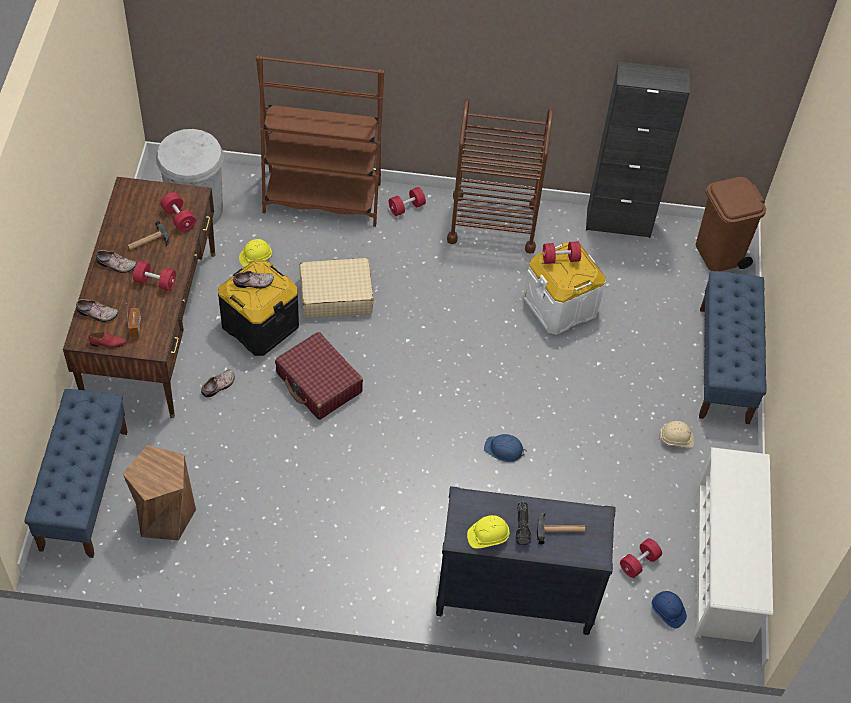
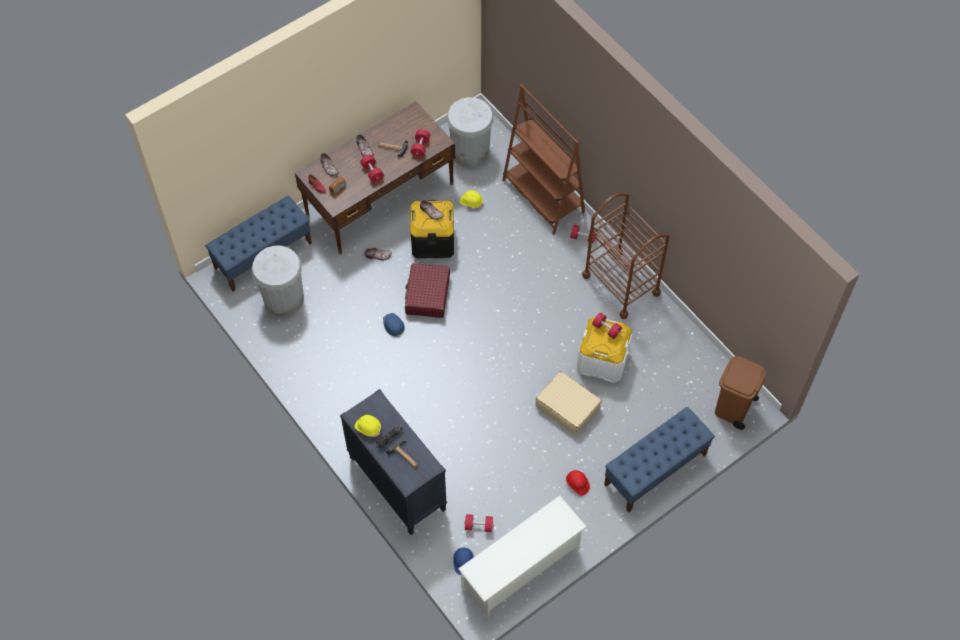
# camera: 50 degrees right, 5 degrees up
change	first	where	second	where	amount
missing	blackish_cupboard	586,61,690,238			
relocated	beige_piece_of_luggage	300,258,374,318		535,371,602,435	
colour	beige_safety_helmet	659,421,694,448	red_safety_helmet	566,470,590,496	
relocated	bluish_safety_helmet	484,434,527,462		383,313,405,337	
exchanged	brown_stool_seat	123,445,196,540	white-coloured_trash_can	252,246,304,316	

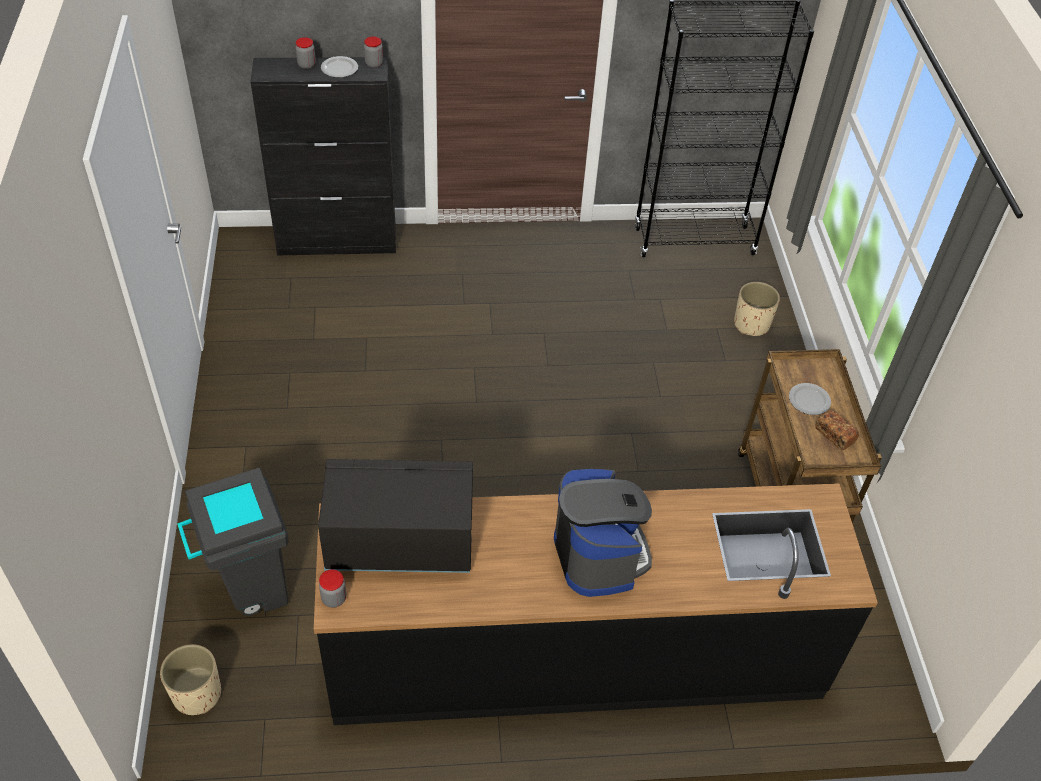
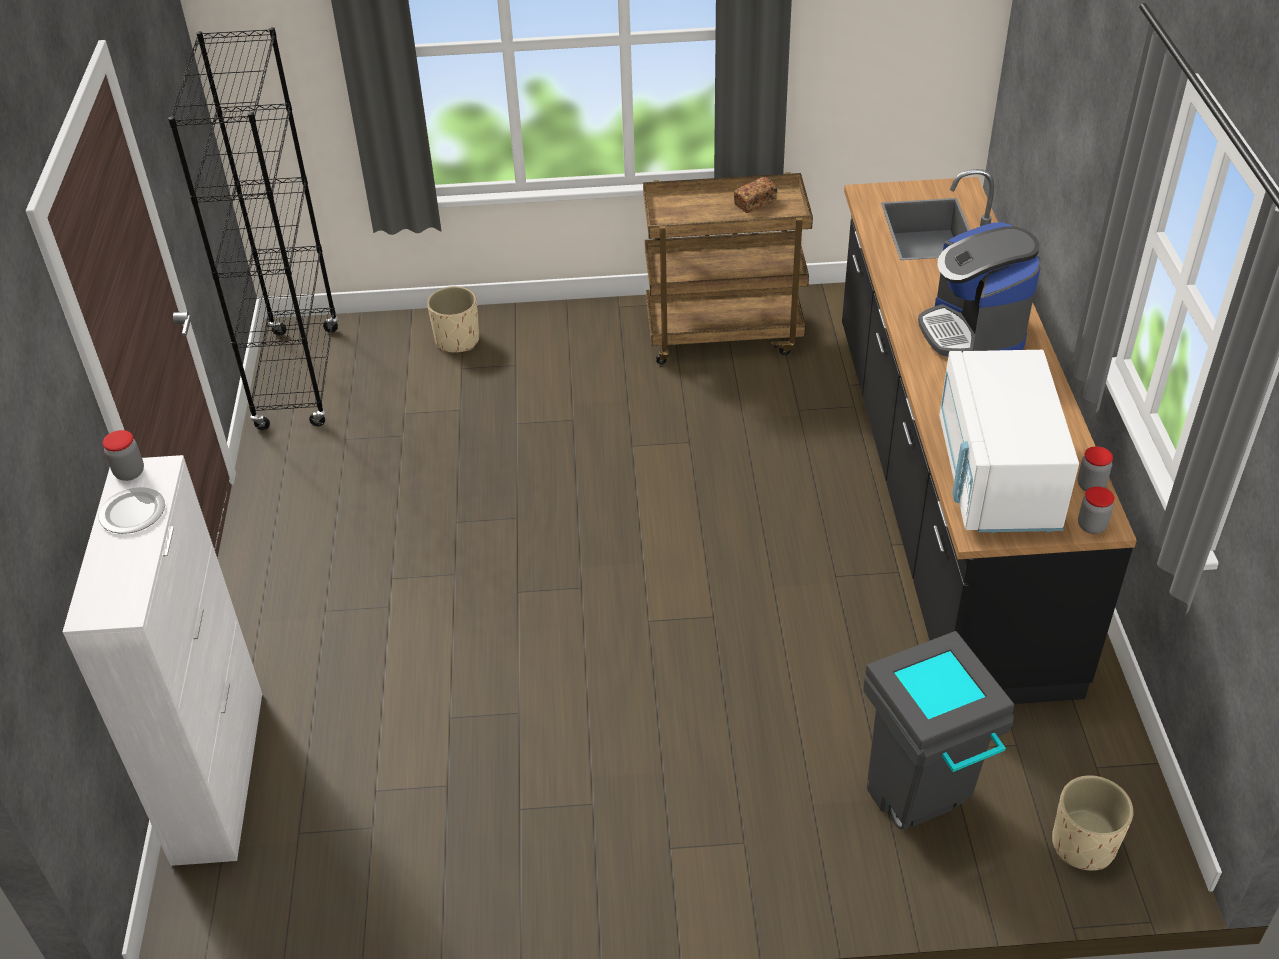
# camera: 85 degrees left, 5 degrees down
change	first	where	second	where	amount
relocated	jar	295,37,316,69		1078,446,1113,491	
colour	blackish_cupboard	250,57,396,256	white-coloured_cupboard	63,455,262,866	
missing	flat_dish	789,383,831,415			
colour	blackish_kitchen_microwave	318,459,473,573	white-coloured_kitchen_microwave	939,350,1079,533	
spun	coffee_brewer	554,469,652,597		918,222,1041,356	90 degrees counterclockwise

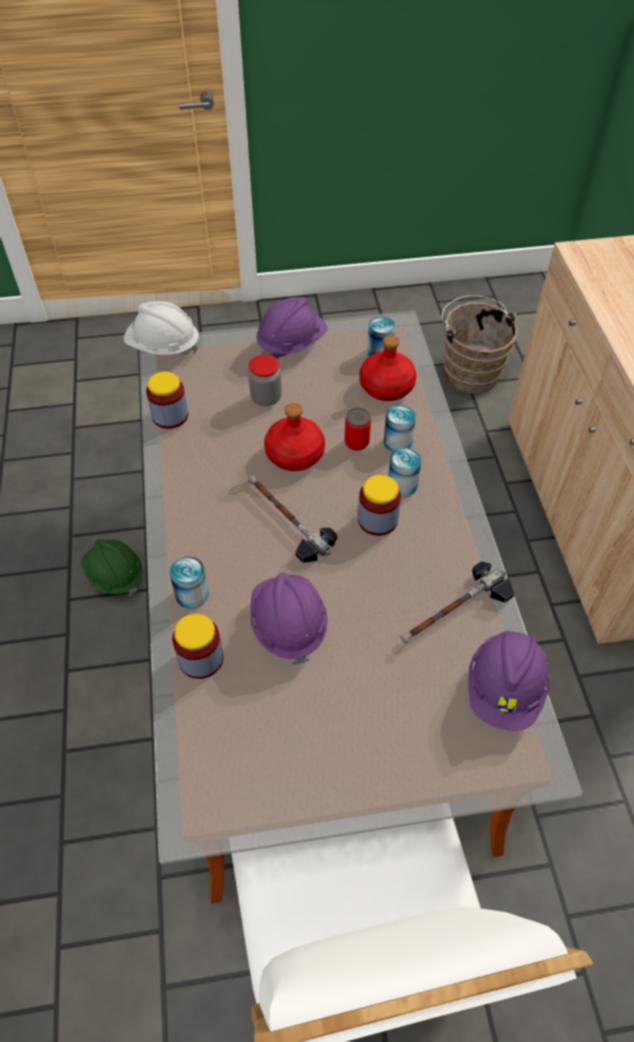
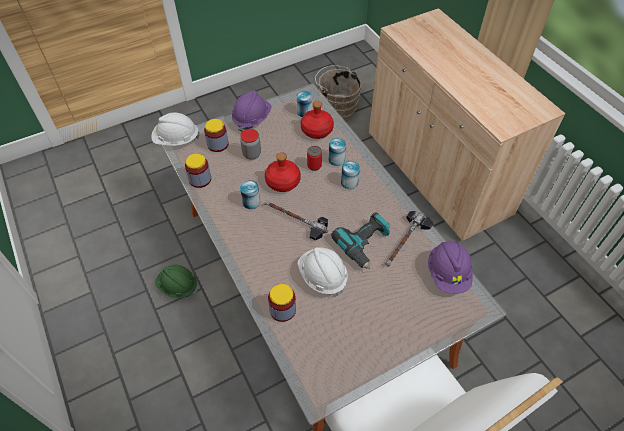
# camera: 20 degrees left, 0 degrees up
change	first	where	second	where	amount
relocated	jar	358,475,401,536		204,119,229,152	
relocated	can	169,556,209,609		240,180,260,209	
colour	purple_safety_helmet	250,573,328,665	white-coloured_safety_helmet	297,247,348,297	
appeared			electric_drill	331,212,390,270	

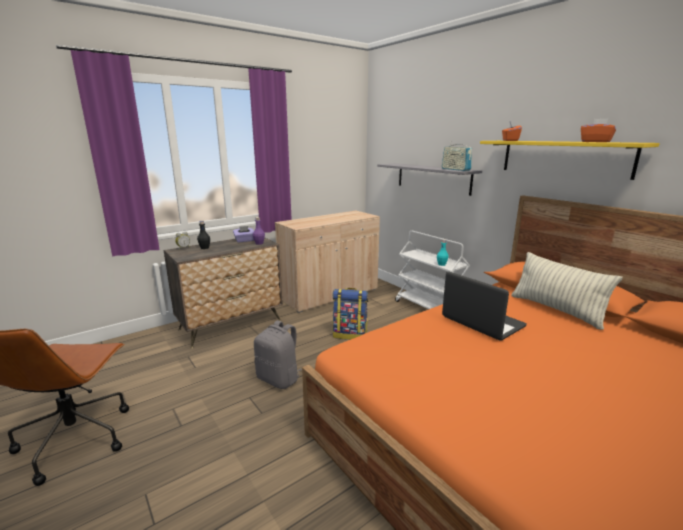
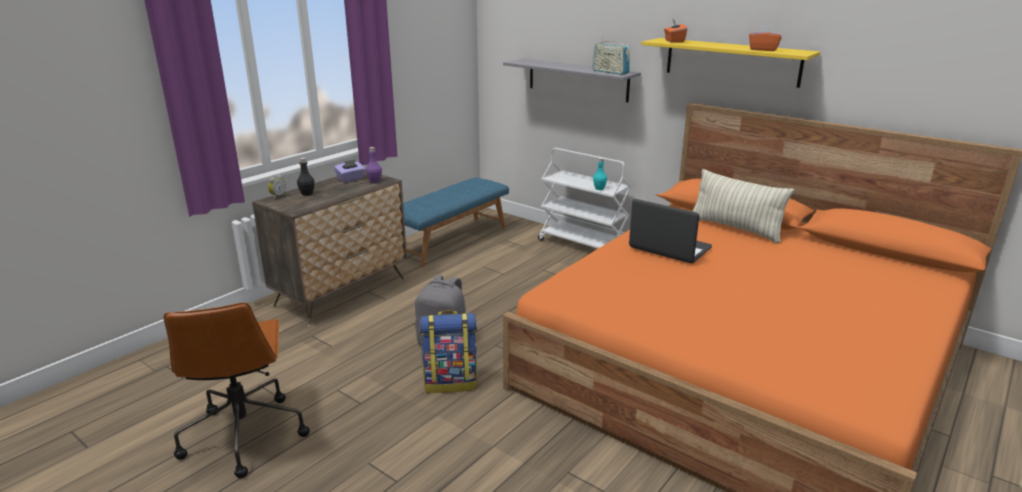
# camera: 15 degrees left, 5 degrees up
change	first	where	second	where	amount
exchanged	beige_cupboard	275,211,380,313	bluish_bench	403,178,509,267	
relocated	rucksack	333,288,368,340		420,310,477,393	

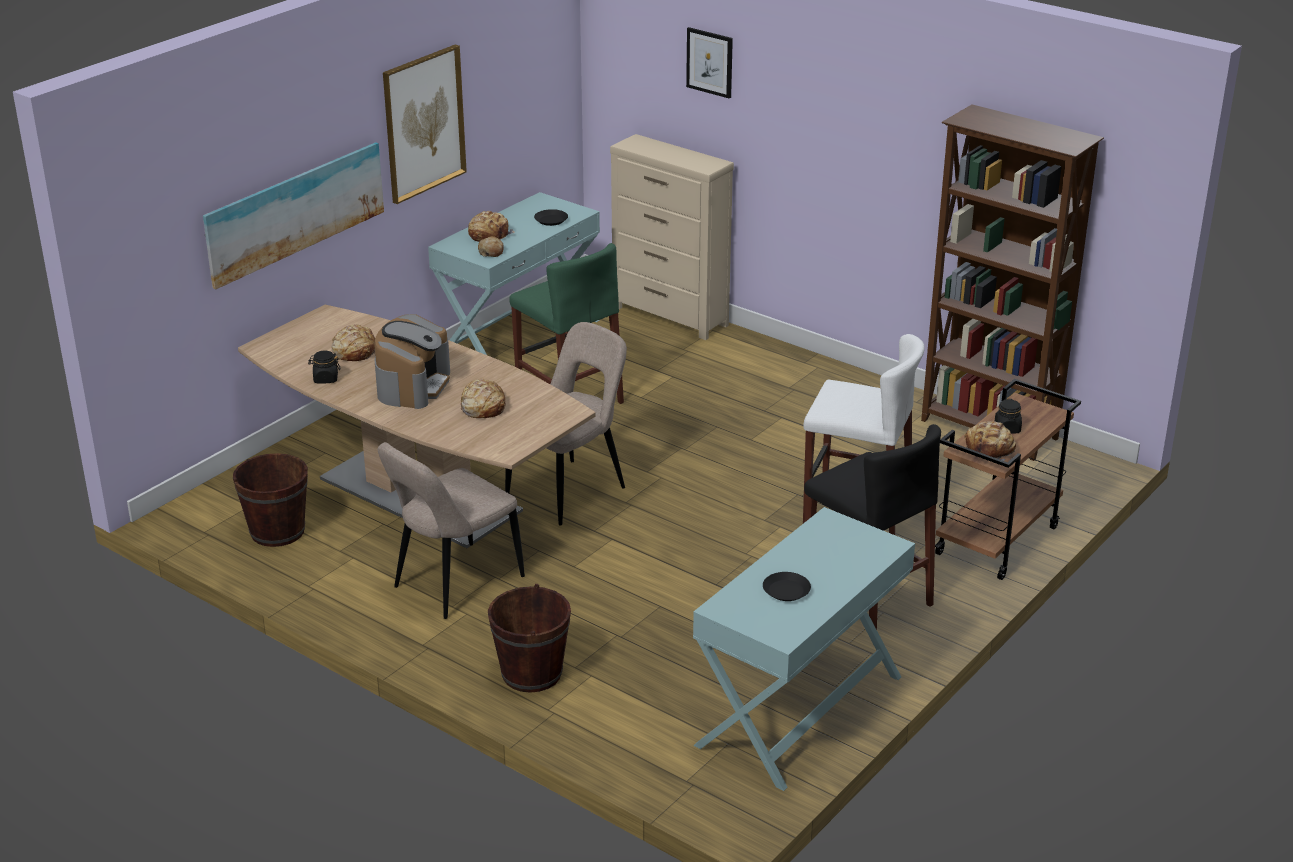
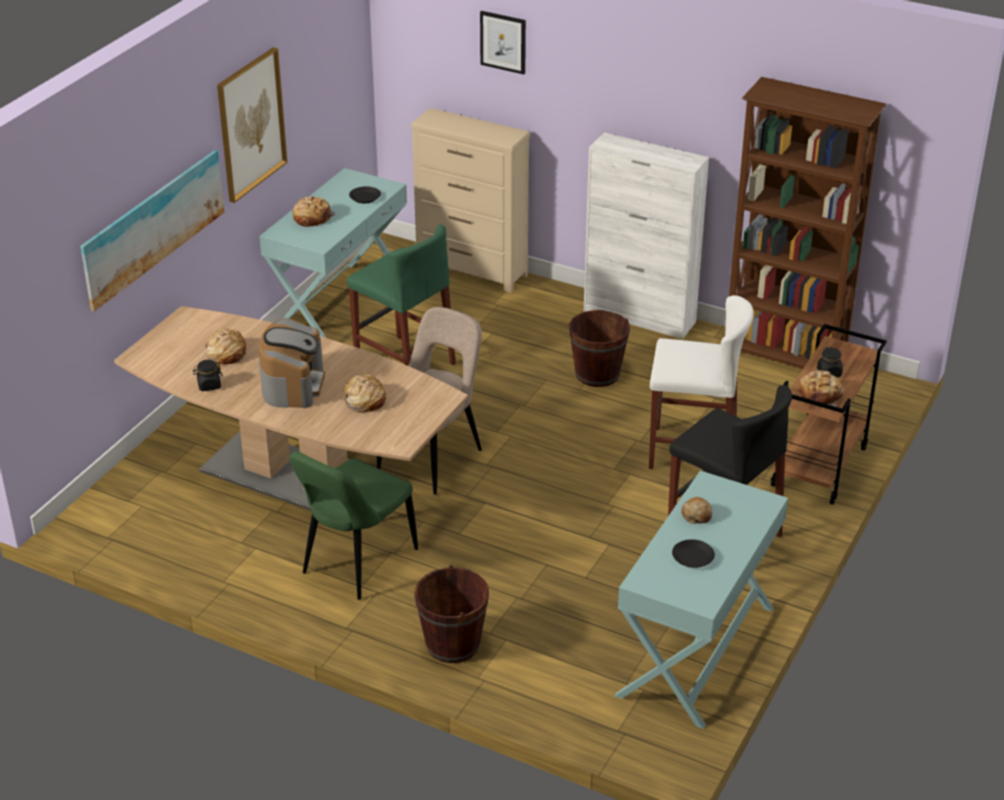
# camera: 10 degrees left, 5 degrees up
change	first	where	second	where	amount
relocated	bakery_bread	478,236,504,257		681,497,712,524	
colour	beige_plain_chair	377,442,525,619	green_plain_chair	290,451,418,600	
relocated	brown_pail	233,453,308,547		569,310,630,387	
appeared			white-coloured_cupboard	584,133,709,339	

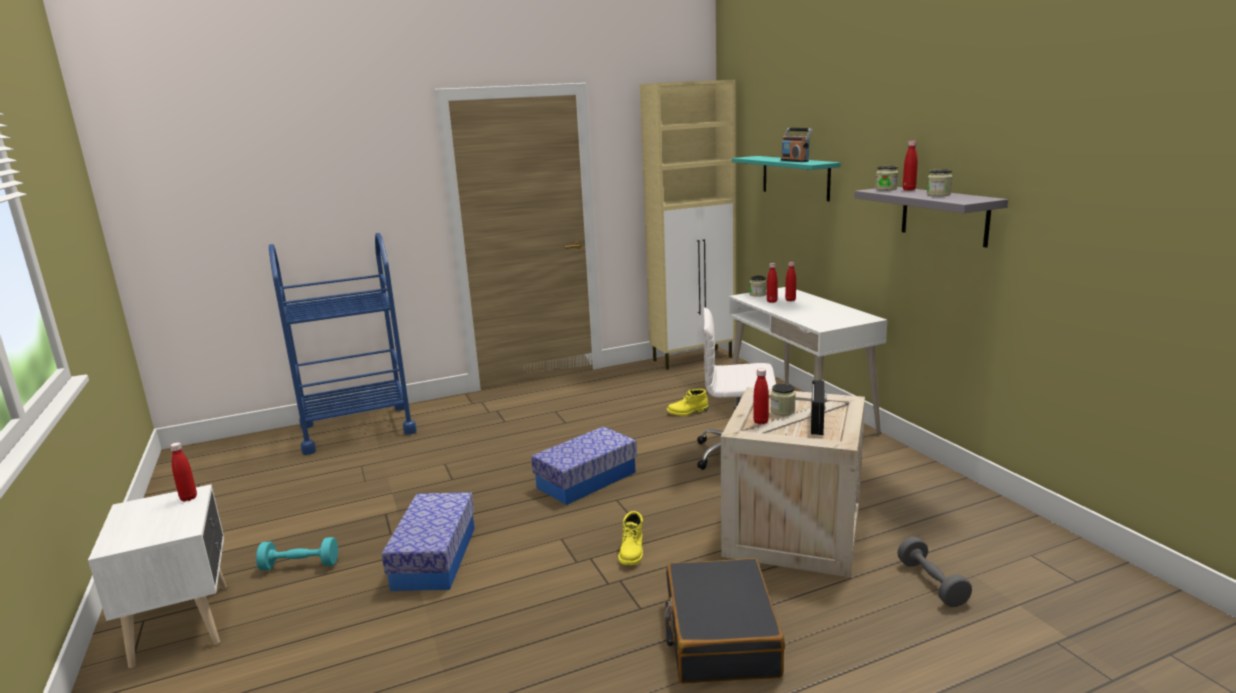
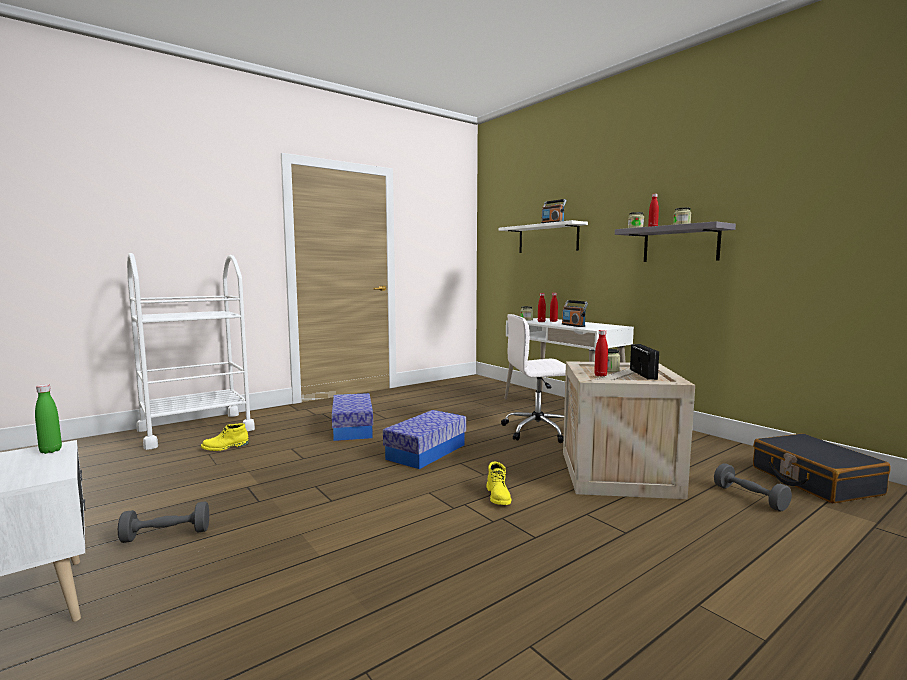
# camera: 15 degrees left, 10 degrees down
change	first	where	second	where	amount
missing	beige_cupboard	640,80,736,370			
colour	turquoise_wall_shelf	732,156,841,201	white-coloured_wall_shelf	499,220,588,253	
colour	bluish_cart	269,233,417,455	white-coloured_cart	127,253,255,450	
relocated	yellow_high-top_boot	667,389,708,416		201,423,249,451	
colour	red_drink_bottle	170,442,197,502	green_drink_bottle	35,384,62,454	
relocated	storage_bin	381,492,474,591		332,393,373,441	
colour	turquoise_dumbbell	256,537,338,571	gray_dumbbell	118,501,209,543	
relocated	blackish_piece_of_luggage	664,558,785,683		753,433,891,503	
appeared			radio	562,300,588,327	

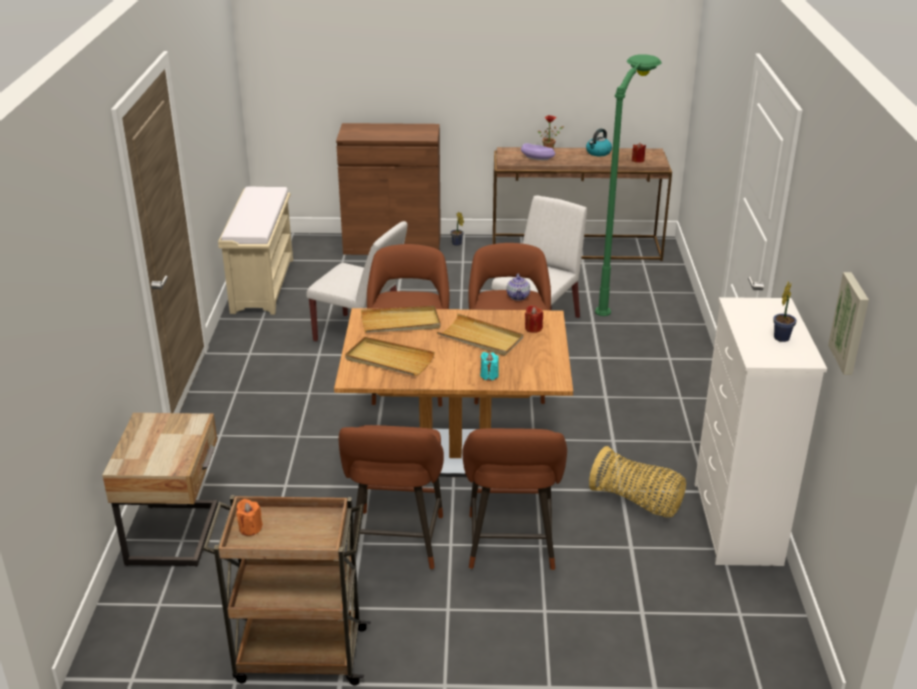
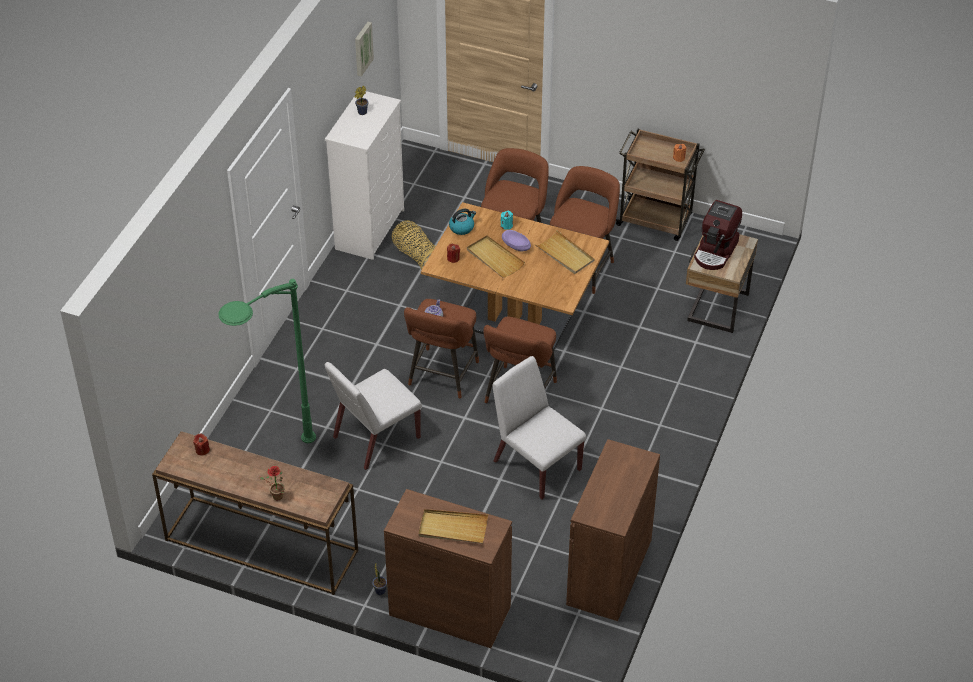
# camera: 160 degrees left, 15 degrees up
change	first	where	second	where	amount
relocated	kettle	586,129,612,156		449,209,476,235	
relocated	purple_serving_bowl	521,143,555,160		502,230,531,251	
exchanged	beige_bench	218,187,293,315	brown_cupboard	566,439,660,621	
relocated	beige_serving_tray	361,306,441,333		418,509,488,544	
appeared			coffee_brewer	694,200,742,270	

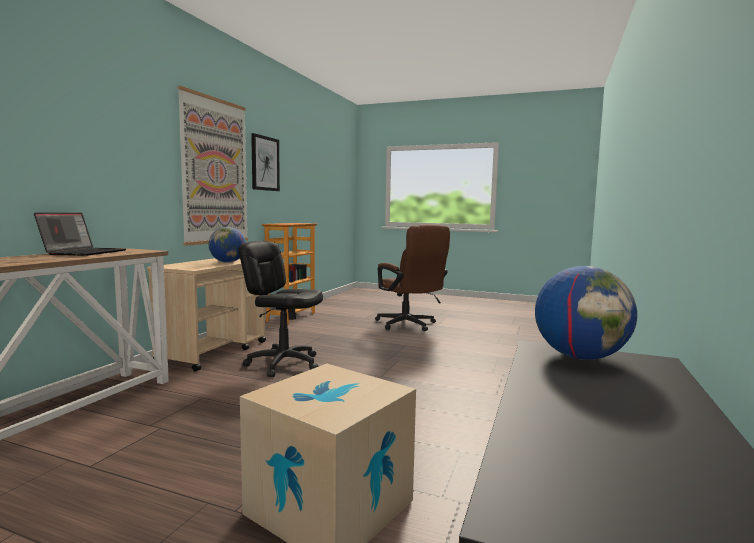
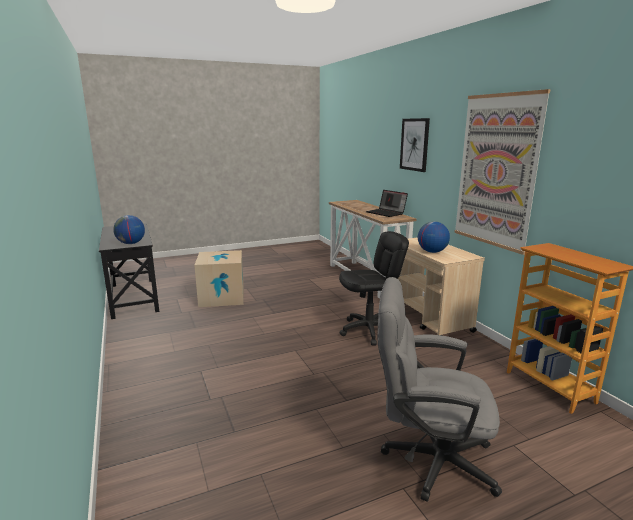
# camera: 135 degrees right, 10 degrees up
change	first	where	second	where	amount
relocated	wall_art	251,133,280,191		400,118,430,172	
colour	brown_computer_chair	375,224,450,331	gray_computer_chair	378,277,502,502	

